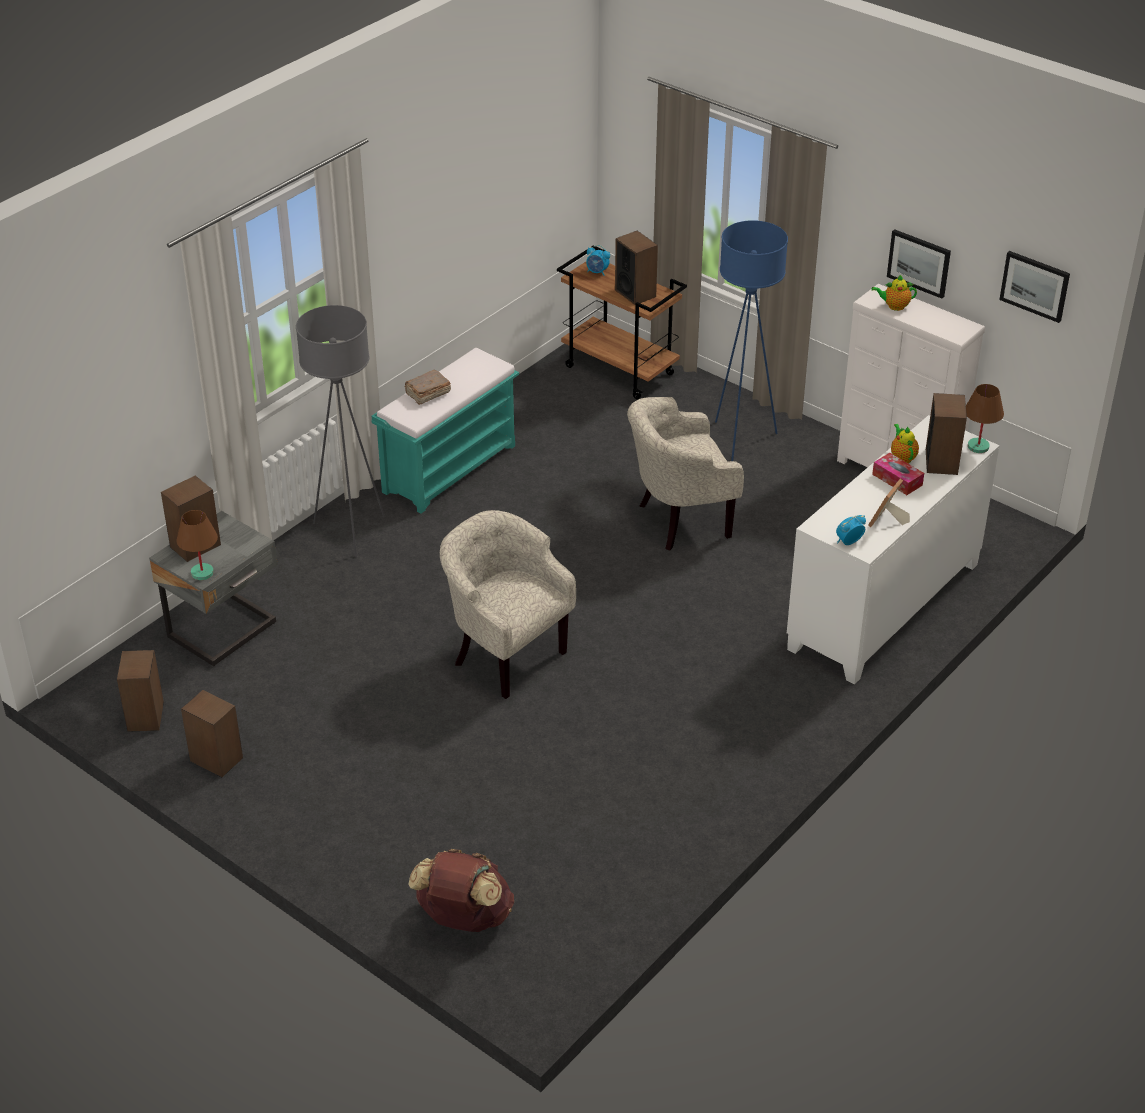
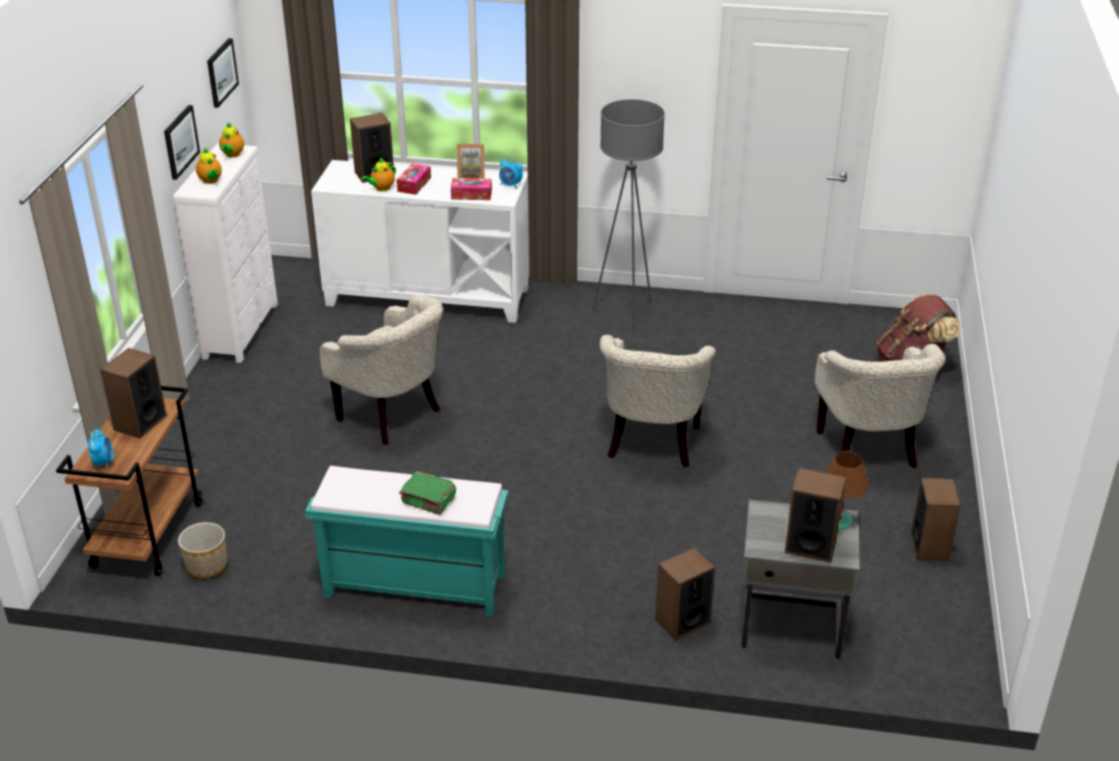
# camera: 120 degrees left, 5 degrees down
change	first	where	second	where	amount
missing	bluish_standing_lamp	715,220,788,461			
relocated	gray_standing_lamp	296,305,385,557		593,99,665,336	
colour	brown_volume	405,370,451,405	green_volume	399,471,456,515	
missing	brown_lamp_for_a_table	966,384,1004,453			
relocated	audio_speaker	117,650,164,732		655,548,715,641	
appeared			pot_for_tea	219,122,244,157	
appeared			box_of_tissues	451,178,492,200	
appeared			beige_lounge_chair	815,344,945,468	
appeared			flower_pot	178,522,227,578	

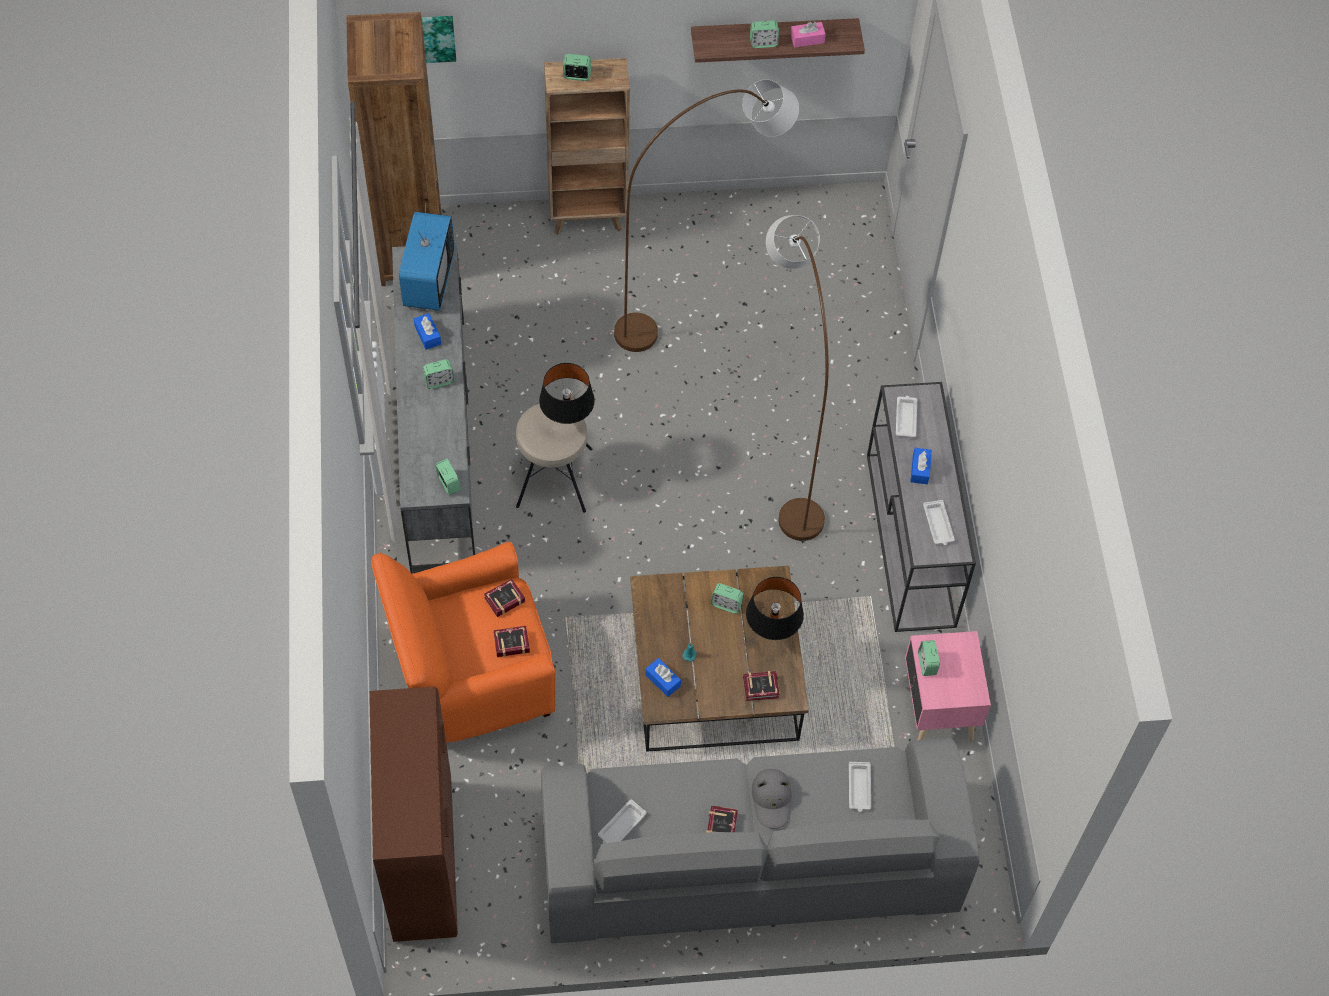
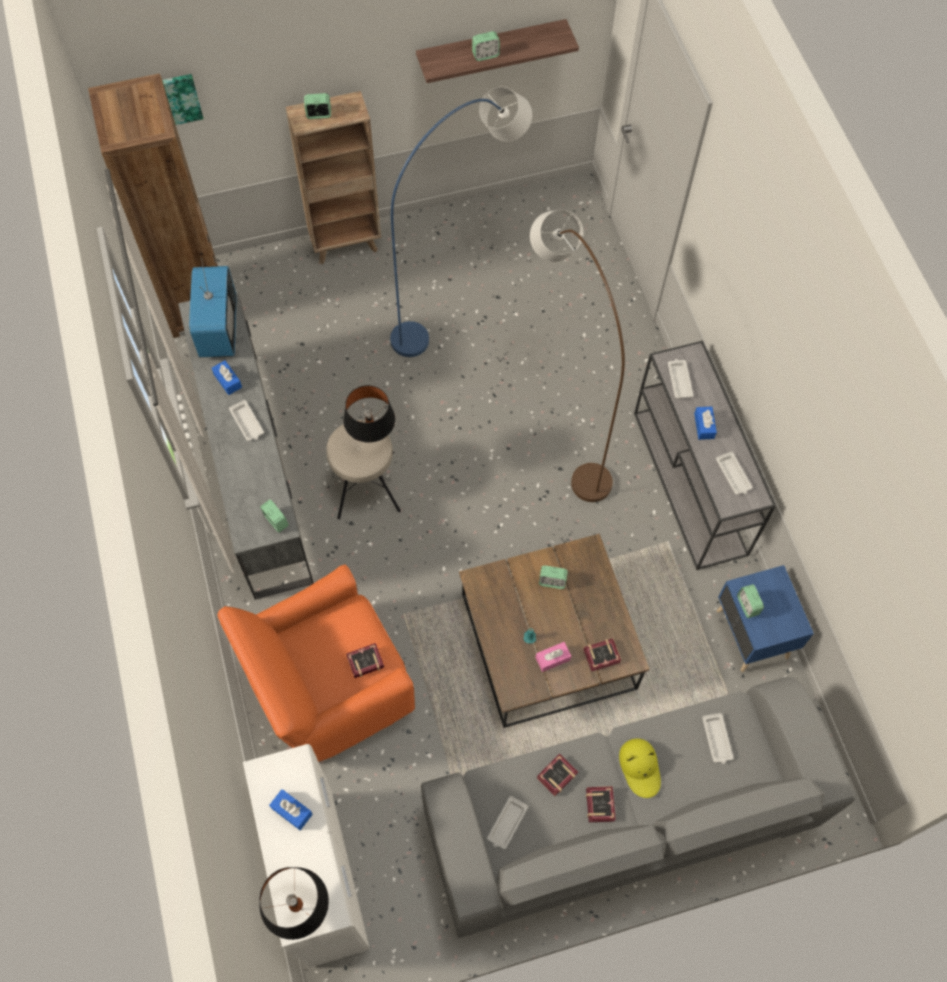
# camera: 10 degrees left, 5 degrees up
change	first	where	second	where	amount
relocated	pink-coloured_box_of_tissues	791,22,826,47		536,642,571,672	
colour	brown_standing_lamp	614,79,799,352	bluish_standing_lamp	390,87,532,357	
exchanged	bedside_clock	423,359,454,389	white-coloured_serving_tray	229,400,264,441	
relocated	blackish_lamp_for_a_table	746,577,804,640		260,867,329,940	
relocated	volume	484,579,525,617		537,754,578,796	
colour	pink-coloured_nightstand	905,631,991,741	bluish_nightstand	717,565,814,672	
relocated	bluish_box_of_tissues	645,658,681,697		269,789,313,830	
colour	brown_cupboard	369,687,458,942	white-coloured_cupboard	243,744,369,968	
colour	gray_hat	752,769,791,829	yellow_hat	619,738,661,798	

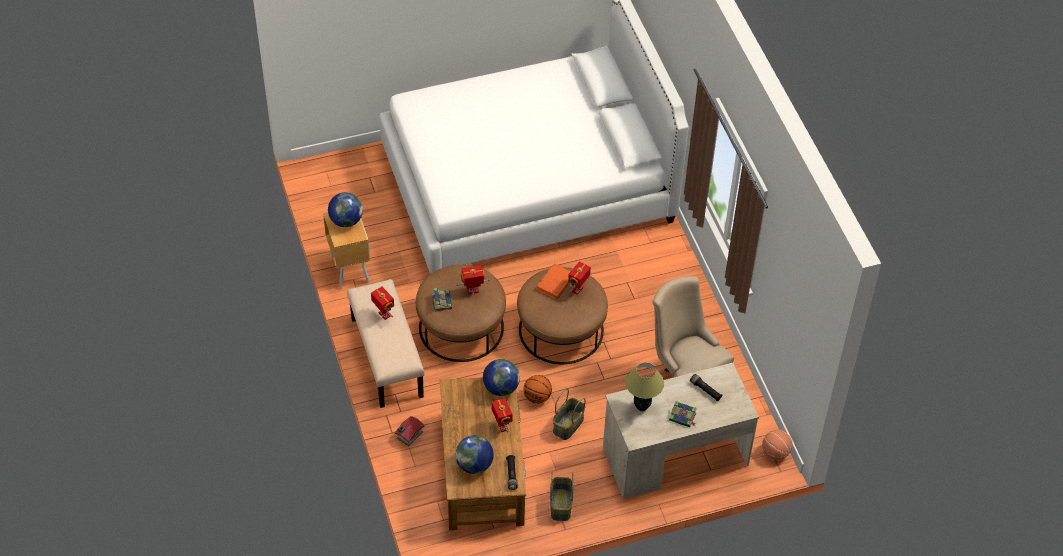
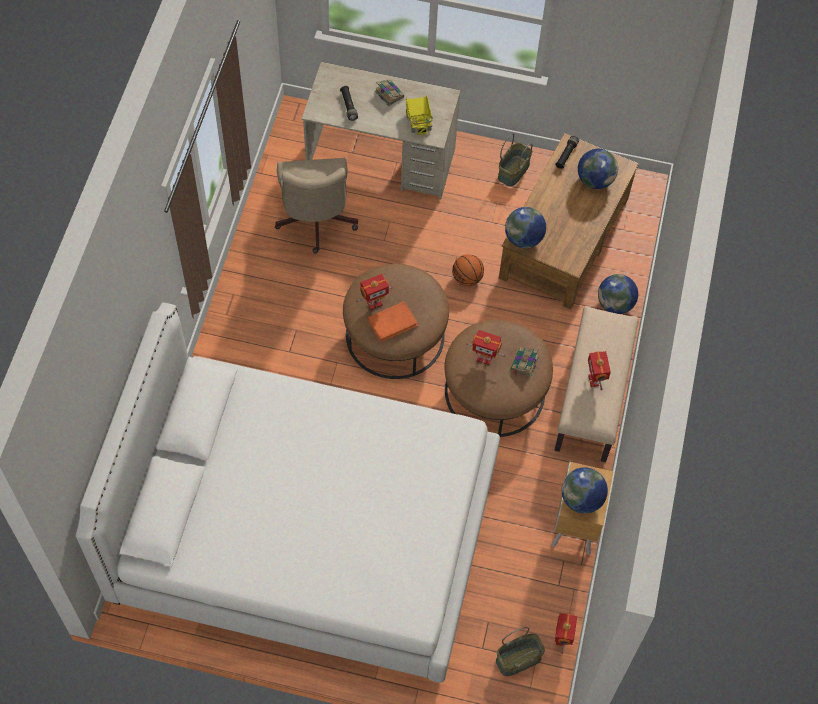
# camera: 150 degrees left, 10 degrees up
change	first	where	second	where	amount
exchanged	lamp_for_a_table	625,362,664,411	toy_truck	406,95,433,135	
relocated	household_basket	553,389,586,440		496,627,545,676	
relocated	toy_robot	492,398,513,432		555,613,577,654	
exchanged	miniature_house	395,416,425,446	globe	598,274,638,314	
missing	ball_for_basketball	762,430,793,460			

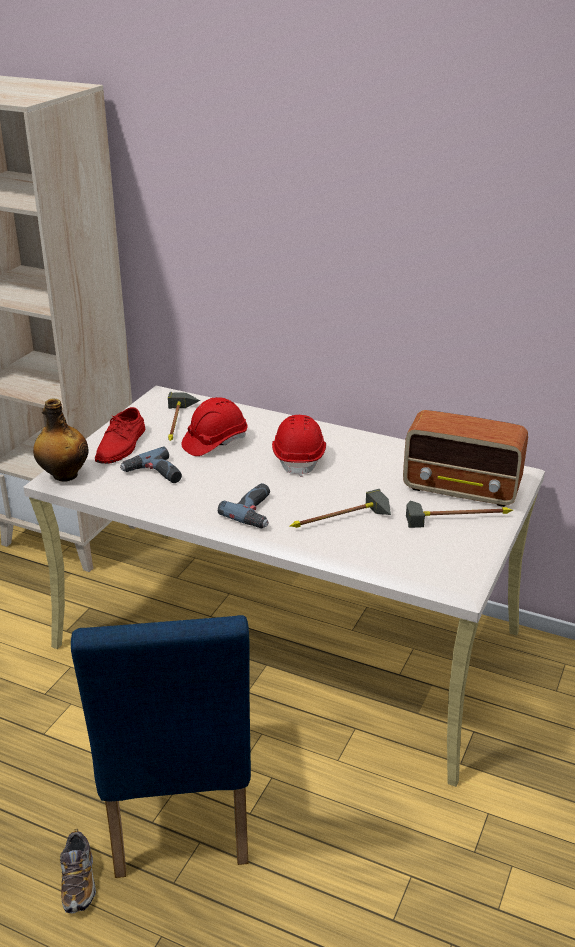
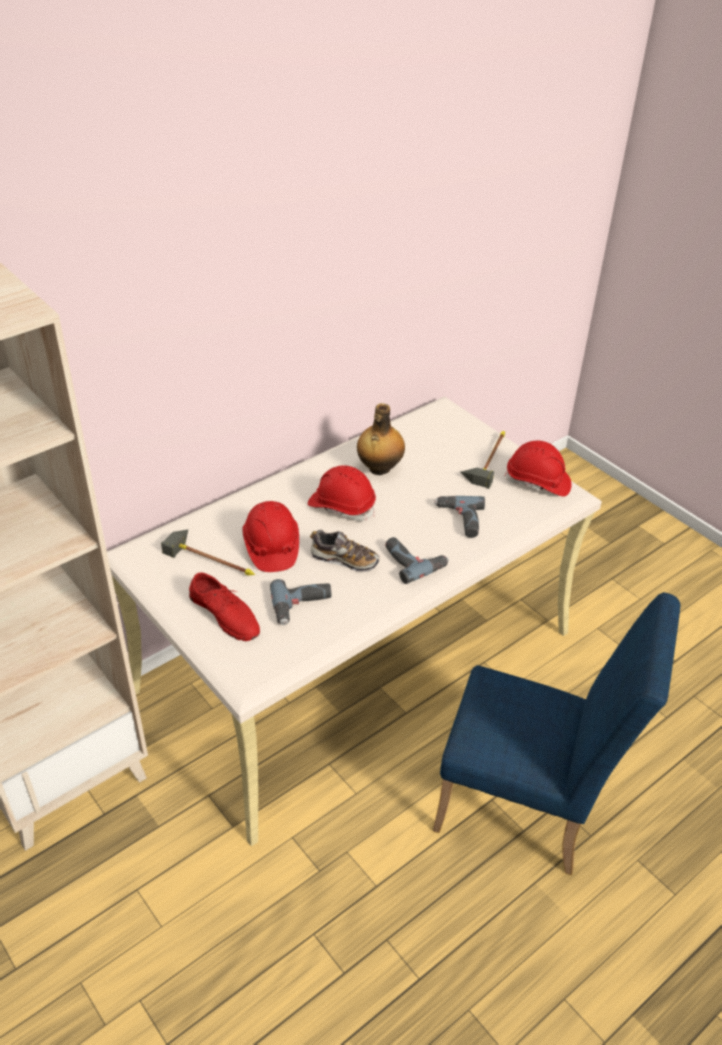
# camera: 65 degrees left, 10 degrees up
change	first	where	second	where	amount
relocated	drink_bottle	33,399,89,482		357,403,405,475	
missing	radio	403,410,528,507			
exchanged	tool_hammer	290,489,391,528	electric_drill	434,496,485,538	
relocated	item_of_footwear	60,829,96,913		310,530,379,572	
appeared			red_safety_helmet	504,441,572,497	

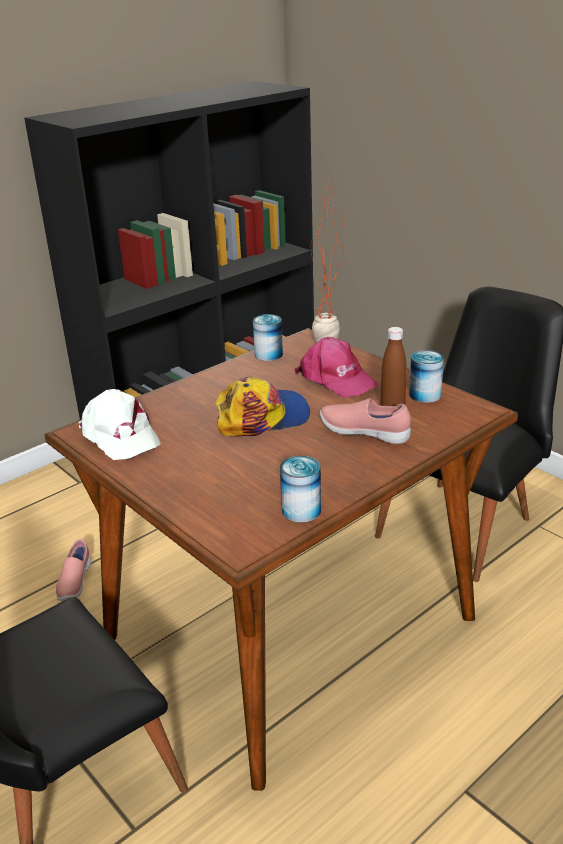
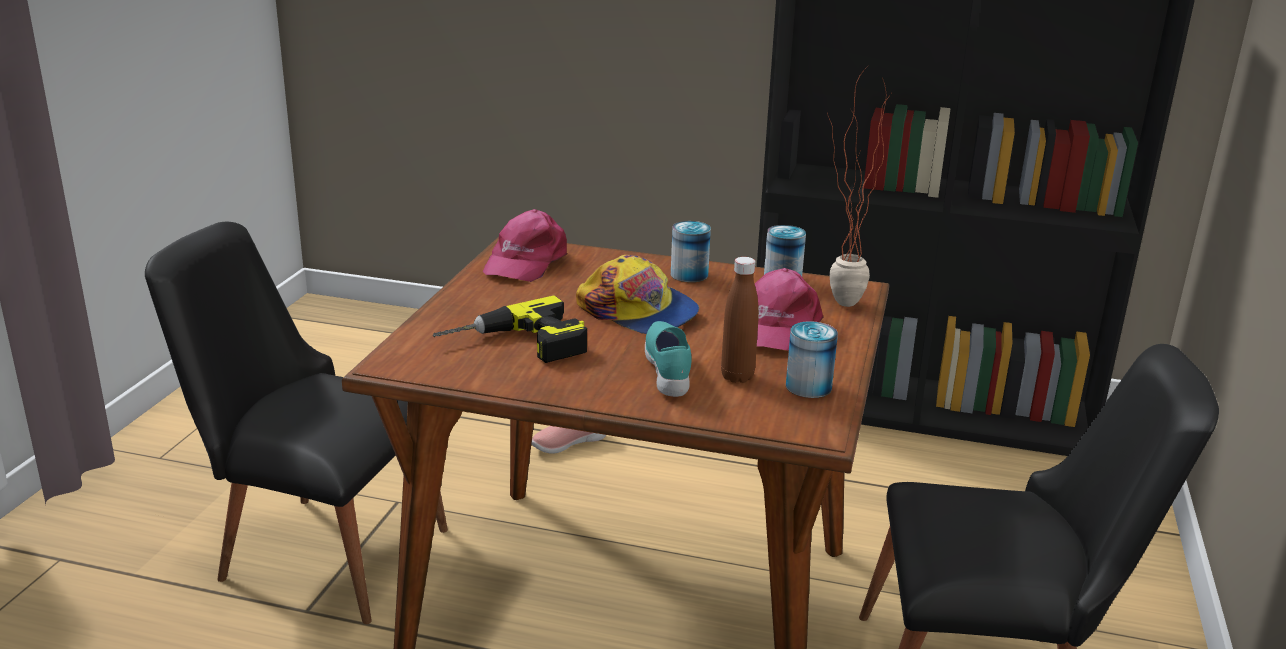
# camera: 55 degrees right, 5 degrees down
change	first	where	second	where	amount
colour	white-coloured_cap	78,389,161,460	pink-coloured_cap	483,209,567,282	
colour	pink-coloured_item_of_footwear	320,398,411,444	turquoise_item_of_footwear	645,321,692,397	
relocated	can	280,456,321,523		671,221,711,282	
appeared			electric_drill	433,295,587,363	

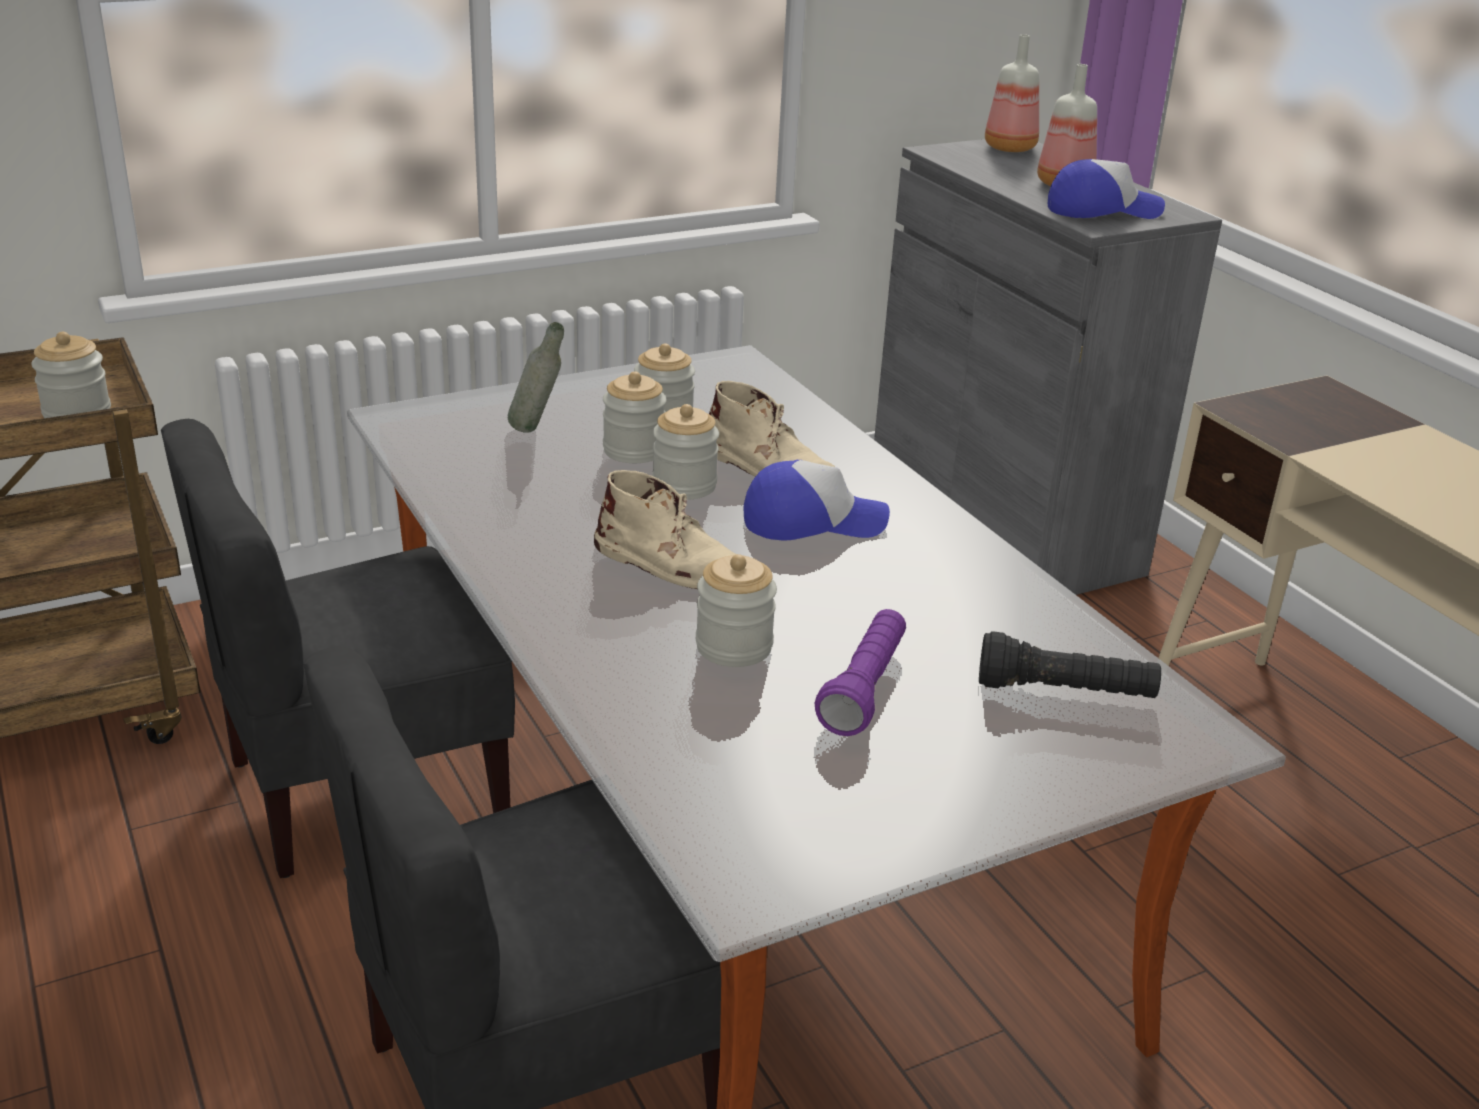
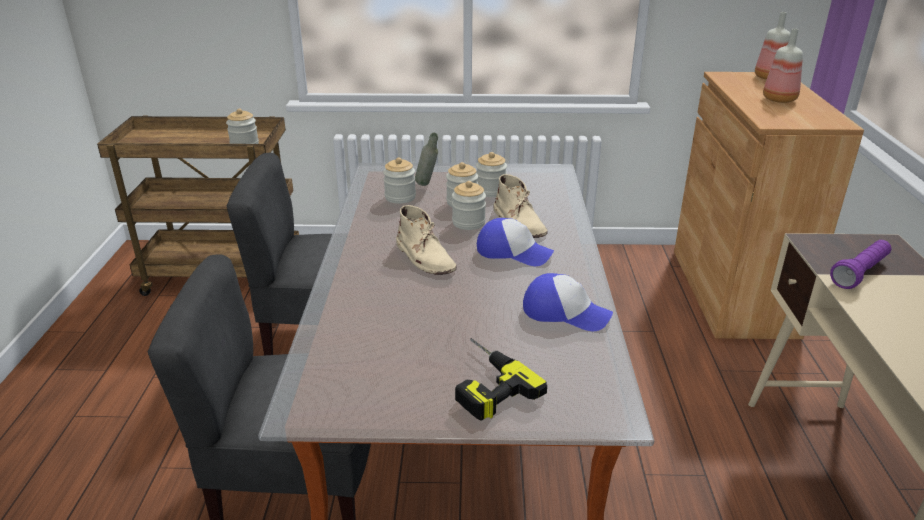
# camera: 30 degrees right, 0 degrees up
change	first	where	second	where	amount
colour	gray_cupboard	874,139,1222,595	brown_cupboard	674,72,864,339	
relocated	cap	1048,159,1165,219		523,273,613,331	
relocated	jar	696,554,777,667		383,157,416,204	
relocated	purple_flashlight	815,609,906,736		830,240,891,289	
missing	blackish_flashlight	979,631,1161,698			
appeared			electric_drill	455,338,547,421	

